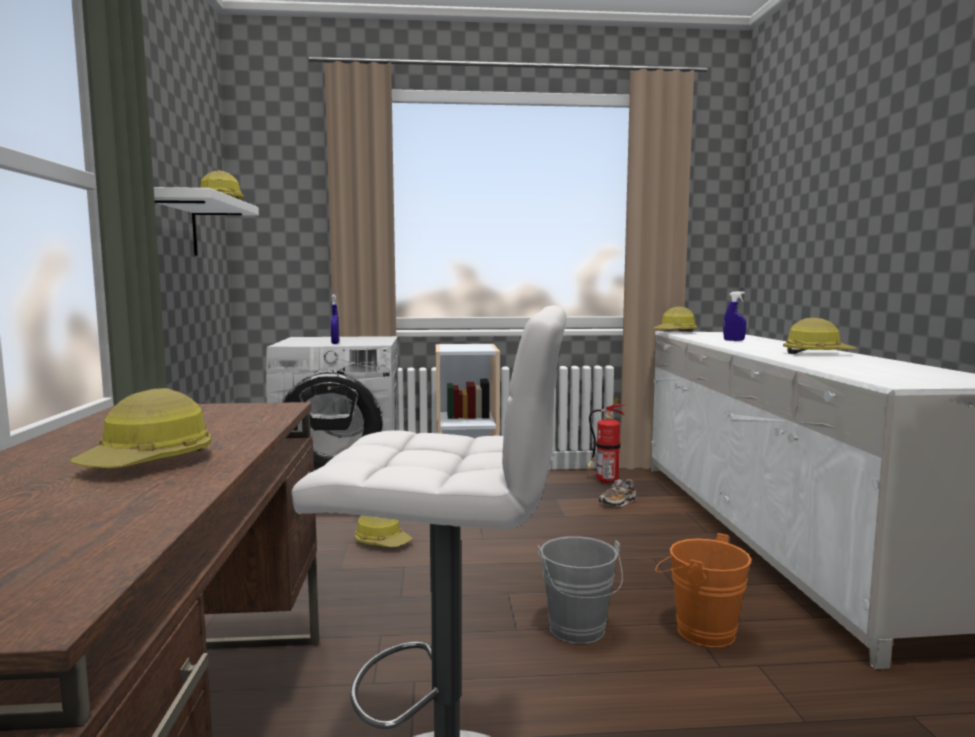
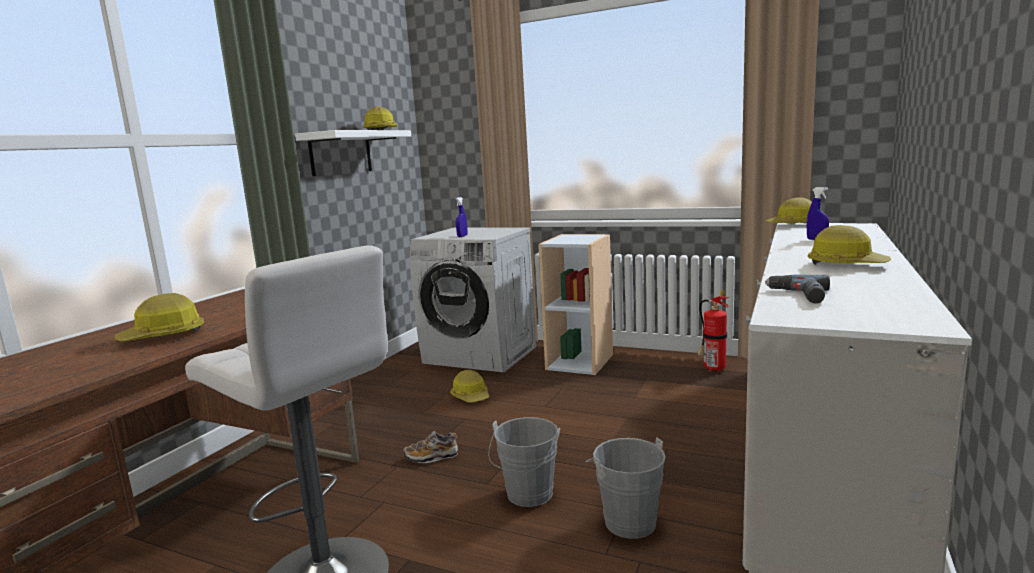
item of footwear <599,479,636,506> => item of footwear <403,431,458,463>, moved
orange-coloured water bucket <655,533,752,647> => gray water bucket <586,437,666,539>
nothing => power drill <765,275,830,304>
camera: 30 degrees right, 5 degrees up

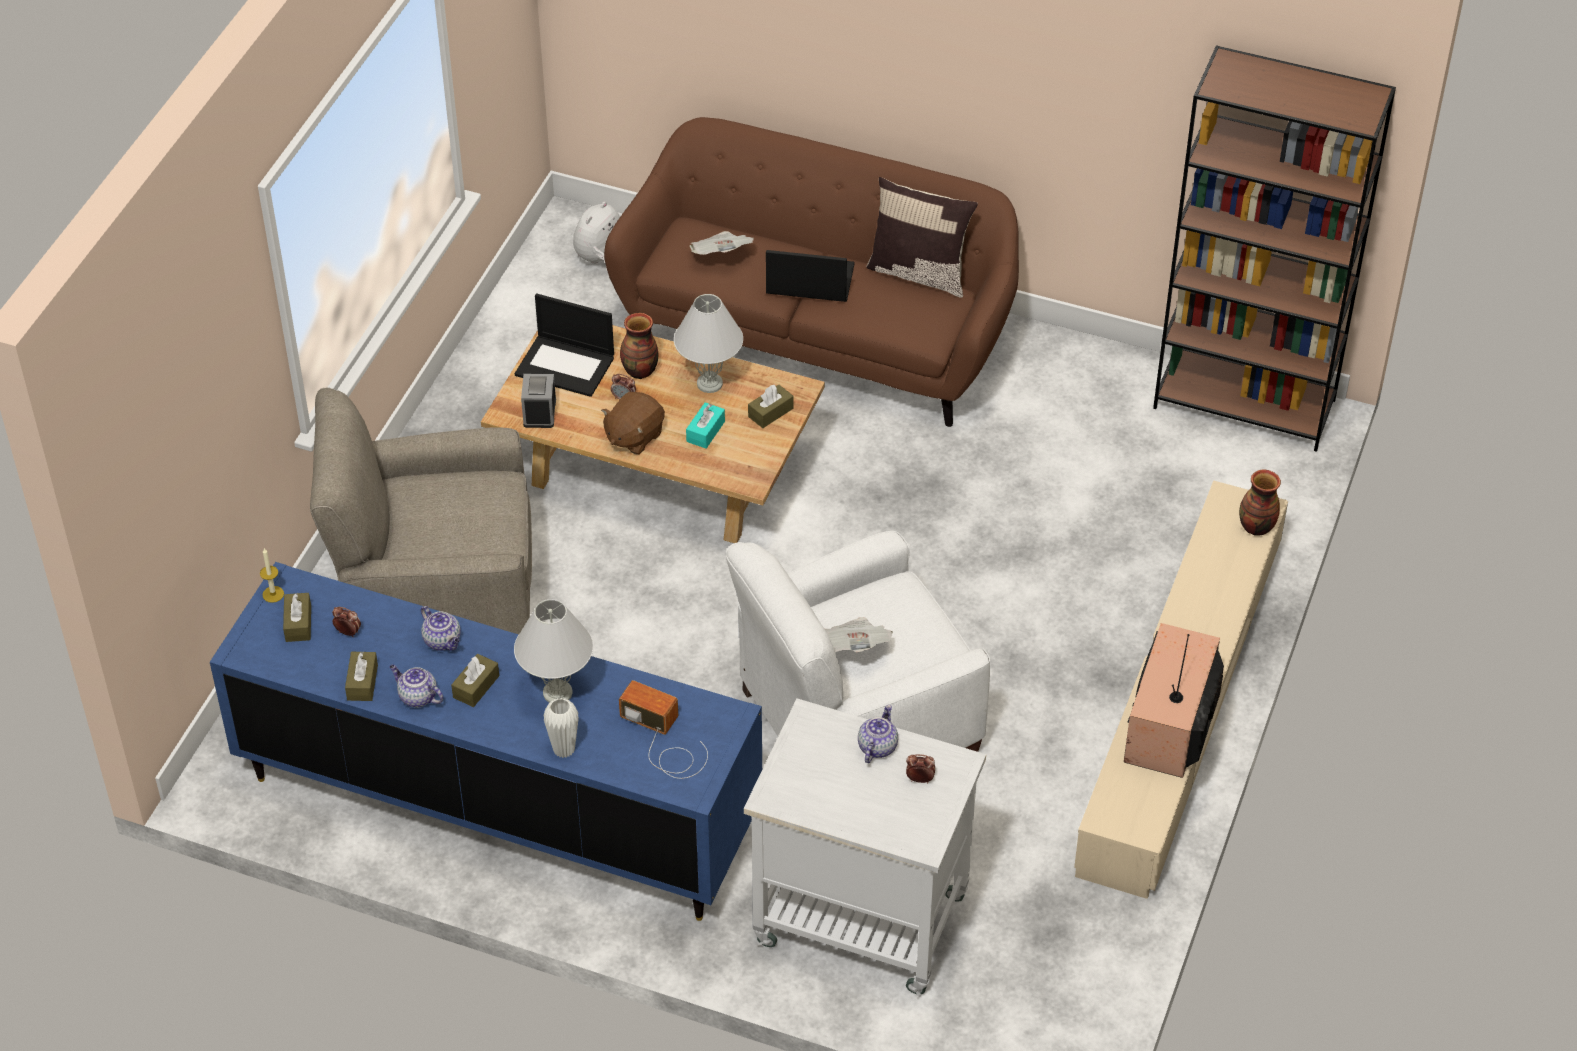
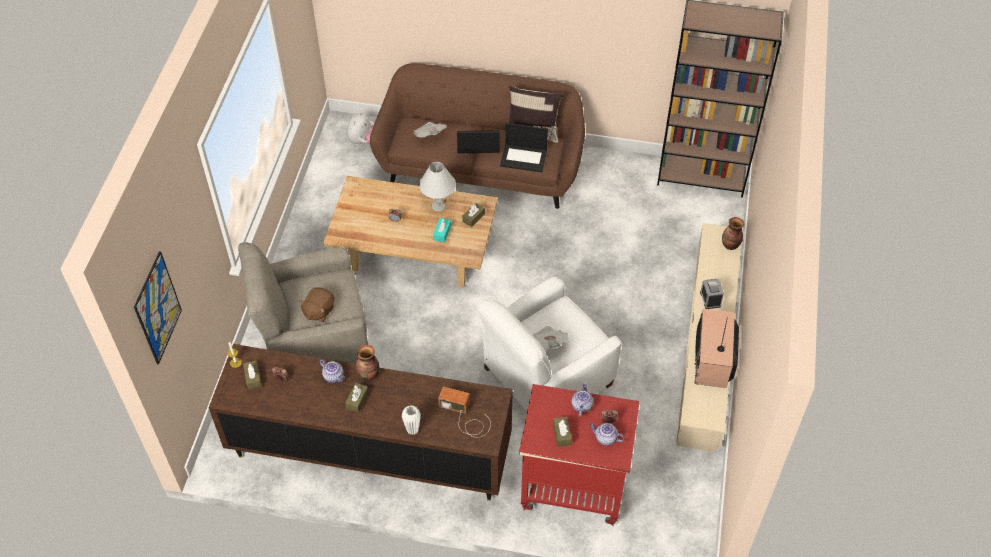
portable computer <515,293,614,397> => portable computer <500,123,548,172>, moved
flower vase <620,313,659,379> => flower vase <356,345,380,381>, moved
bedside clock <521,374,556,428> => bedside clock <700,279,724,309>, moved
brownish soft toy <601,392,665,455> => brownish soft toy <299,287,335,322>, moved
bluish storage cabinet <210,562,762,921> => brownish storage cabinet <209,344,513,501>
white tabletop lamp <514,599,593,703> => nothing
brownish tissue box <345,652,378,701> => brownish tissue box <553,417,572,447>, moved
teapot <389,665,443,708> => teapot <590,423,624,446>, moved
white wheeled cart <744,698,986,997> => red-coloured wheeled cart <519,384,640,526>
nothing => wall art <134,251,182,365>
camera: 10 degrees left, 5 degrees up

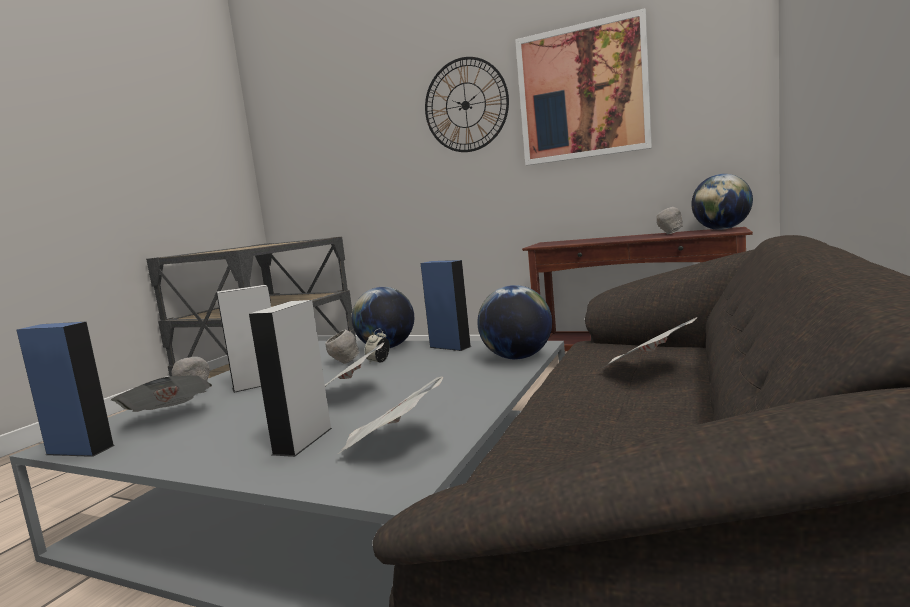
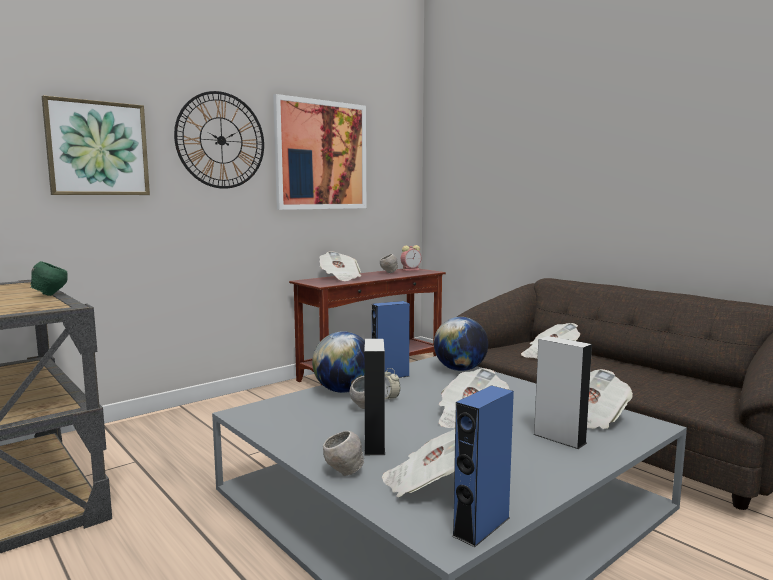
world globe <691,174,753,230> => bedside clock <401,245,421,271>
nothing => wall art <42,95,150,195>
nothing => newspaper <319,251,362,281>
nothing => green serving bowl <31,261,68,296>
camera: 65 degrees left, 0 degrees up

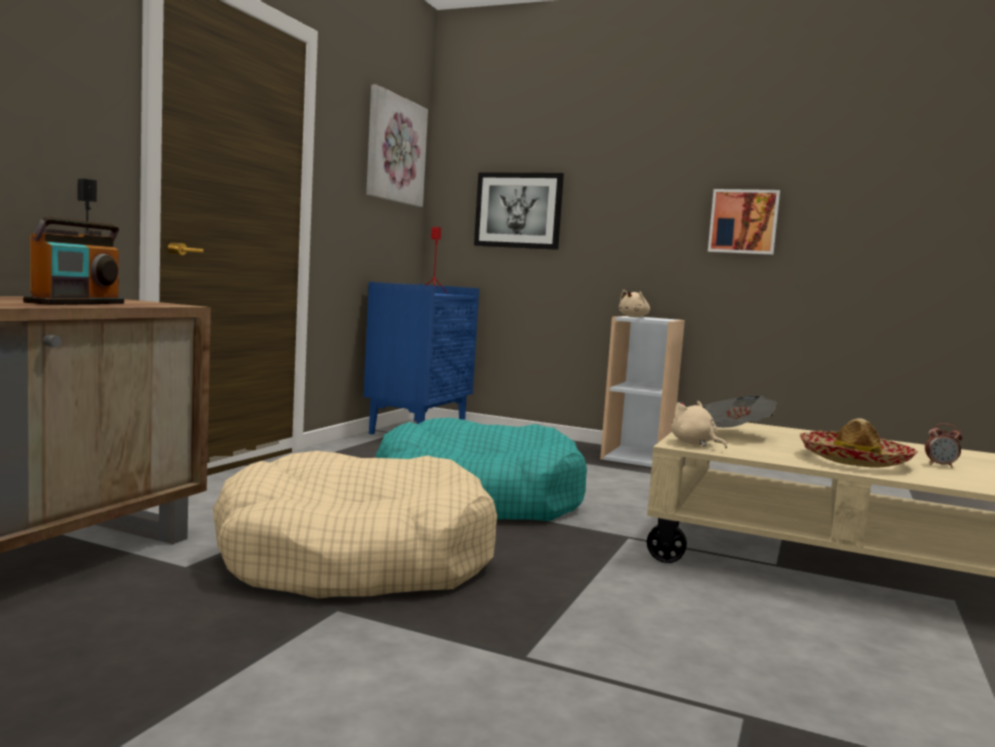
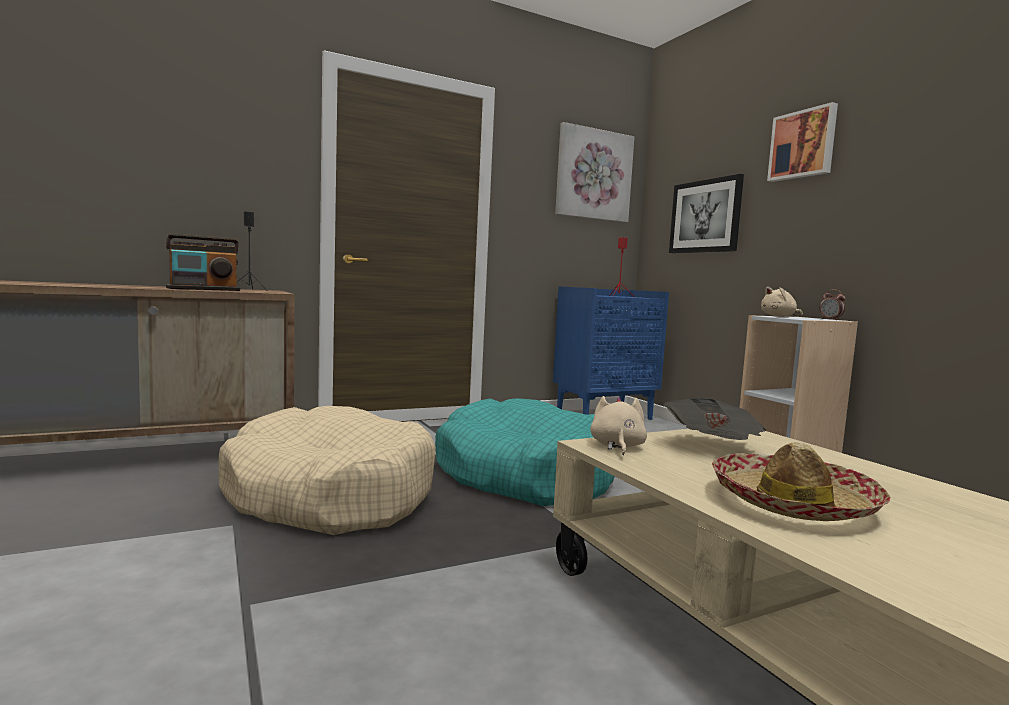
wall art <708,189,780,255> => wall art <767,102,838,182>, moved
bedside clock <925,423,963,468> => bedside clock <820,290,845,320>, moved
camera: 40 degrees right, 0 degrees up

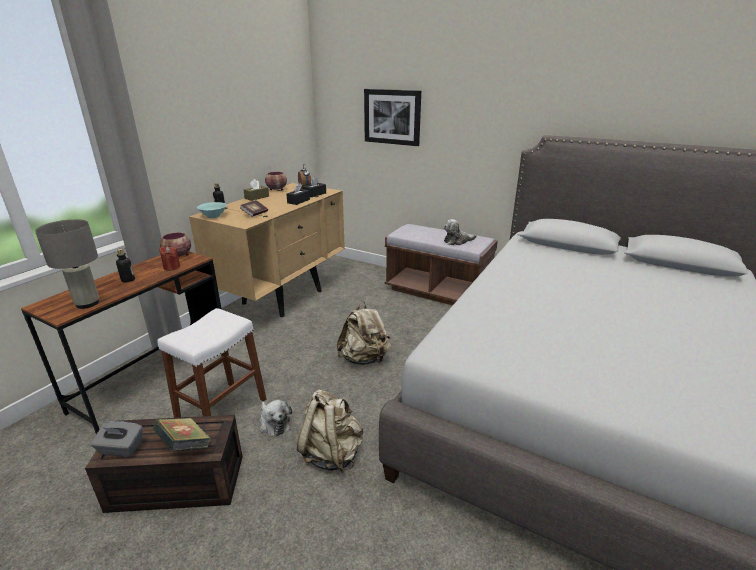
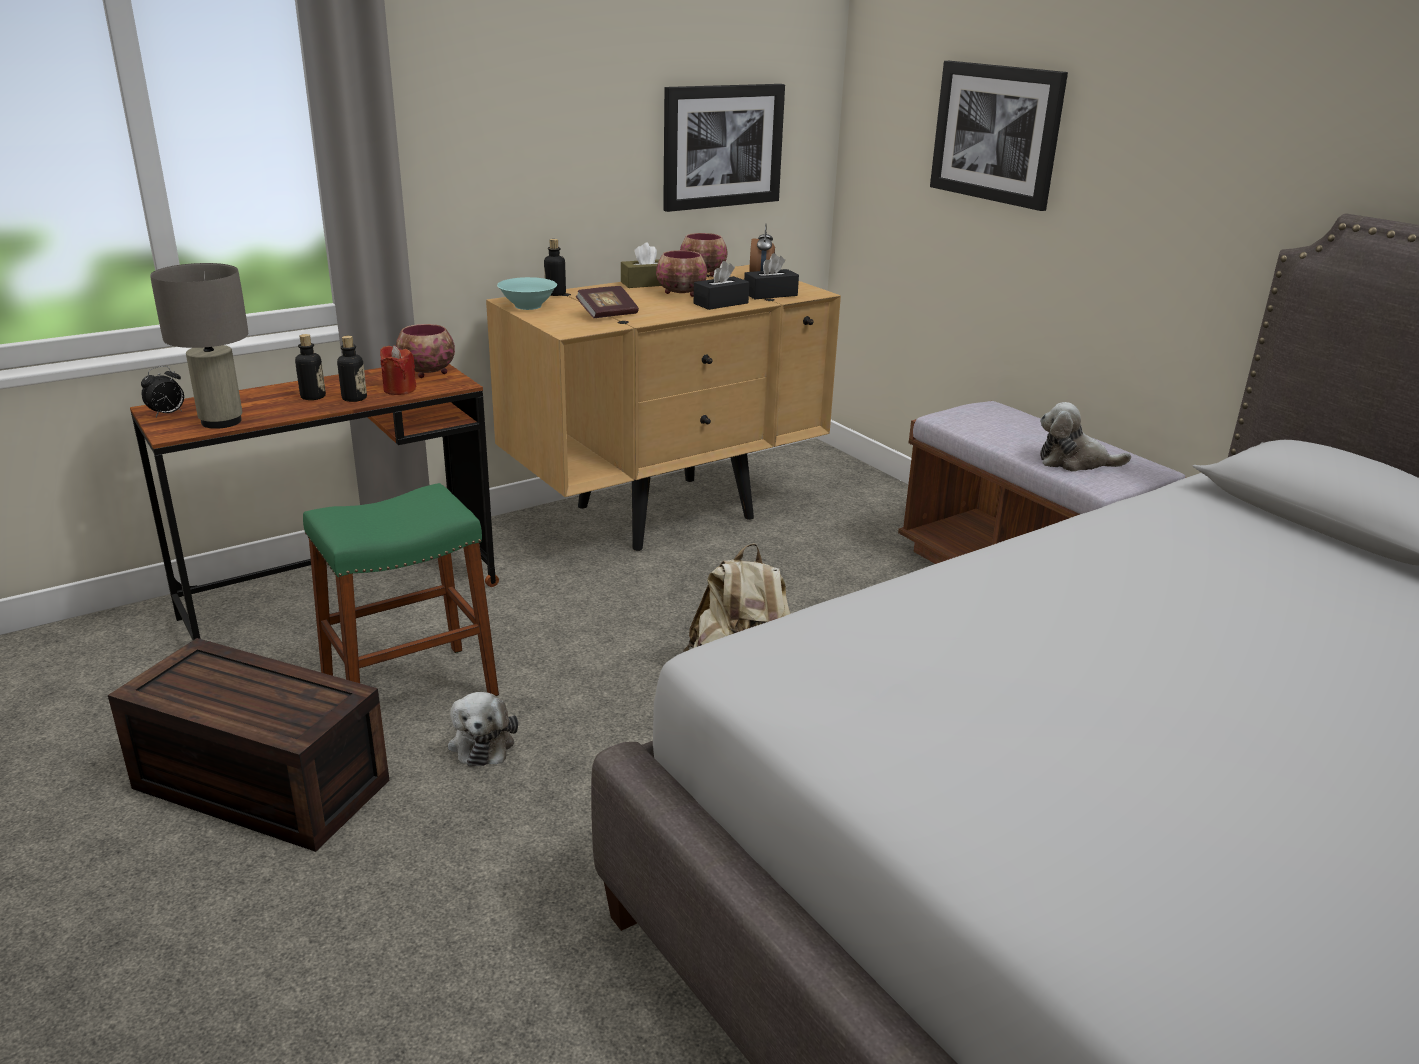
white stool seat <158,308,266,418> => green stool seat <303,483,499,696>
beige-coloured backpack <297,389,363,473> => nothing
volume <153,418,211,451> => nothing
gray tissue box <91,421,142,457> => nothing
nothing => wall art <663,84,785,212>
nothing => serving bowl <656,250,707,297>
nothing => bottle <337,336,367,402>
nothing => bedside clock <141,366,184,417>
camera: 25 degrees right, 0 degrees up

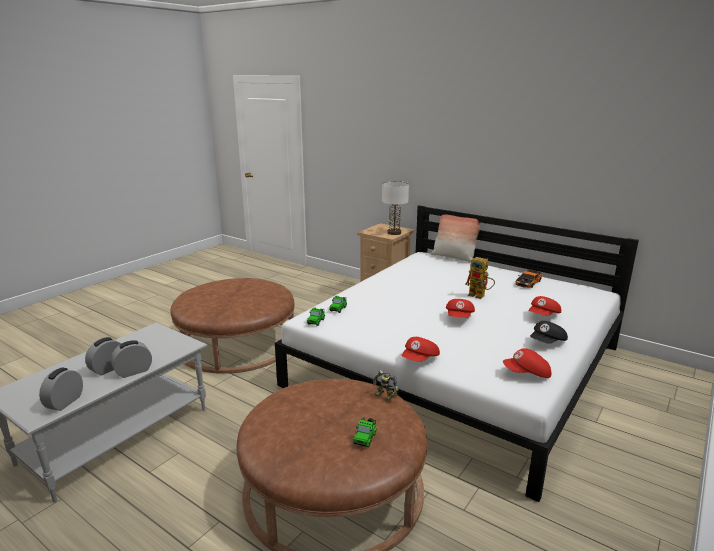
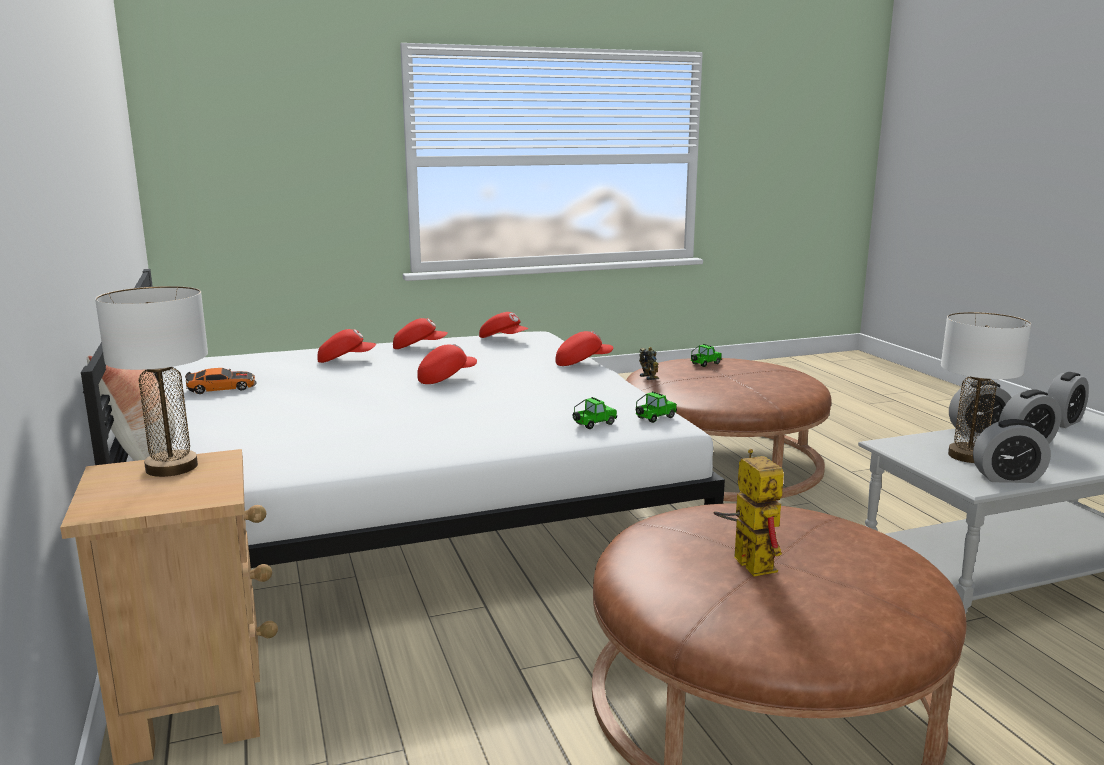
toy robot <465,257,495,299> => toy robot <714,449,784,576>, moved
black baseball cap <530,321,568,344> => red-coloured baseball cap <393,318,448,349>
nothing => tabletop lamp <941,312,1031,463>
nothing => bedside clock <973,419,1051,483>
camera: 145 degrees left, 5 degrees down

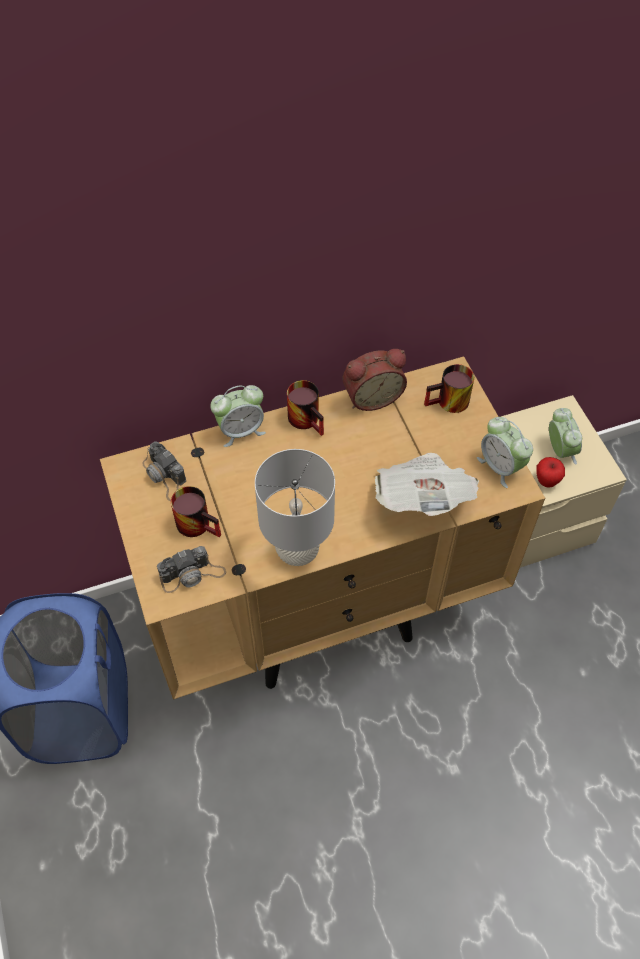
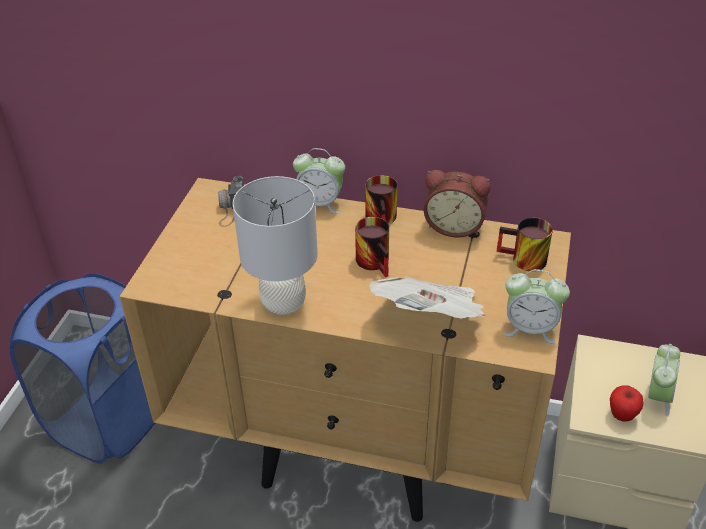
bedside clock <477,417,533,488> => bedside clock <503,269,570,343>, 75 degrees counterclockwise
tea mug <171,486,221,537> => tea mug <355,217,389,277>, moved
photo camera <157,546,226,593> => nothing
camera: 35 degrees right, 15 degrees down

